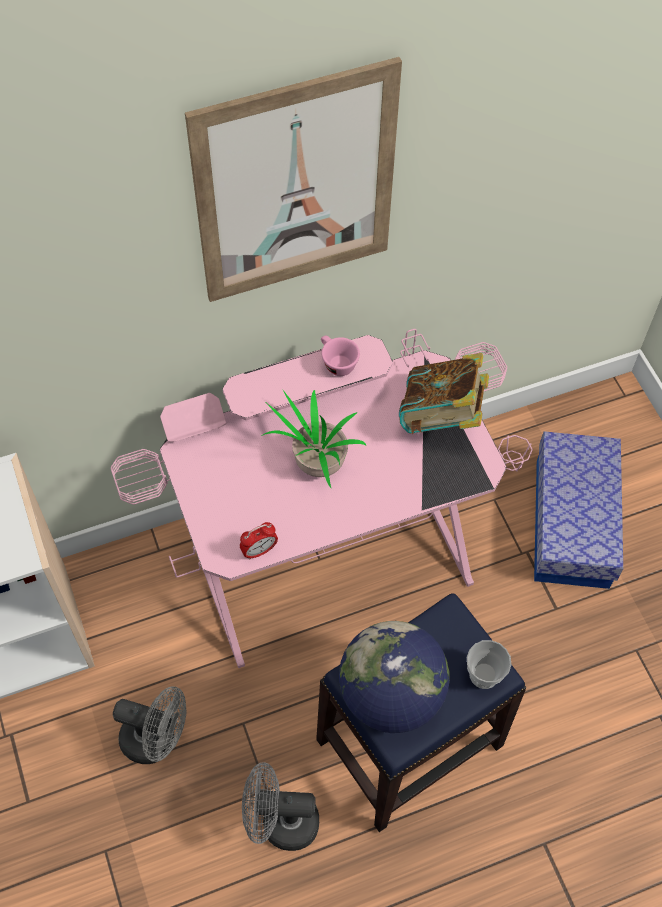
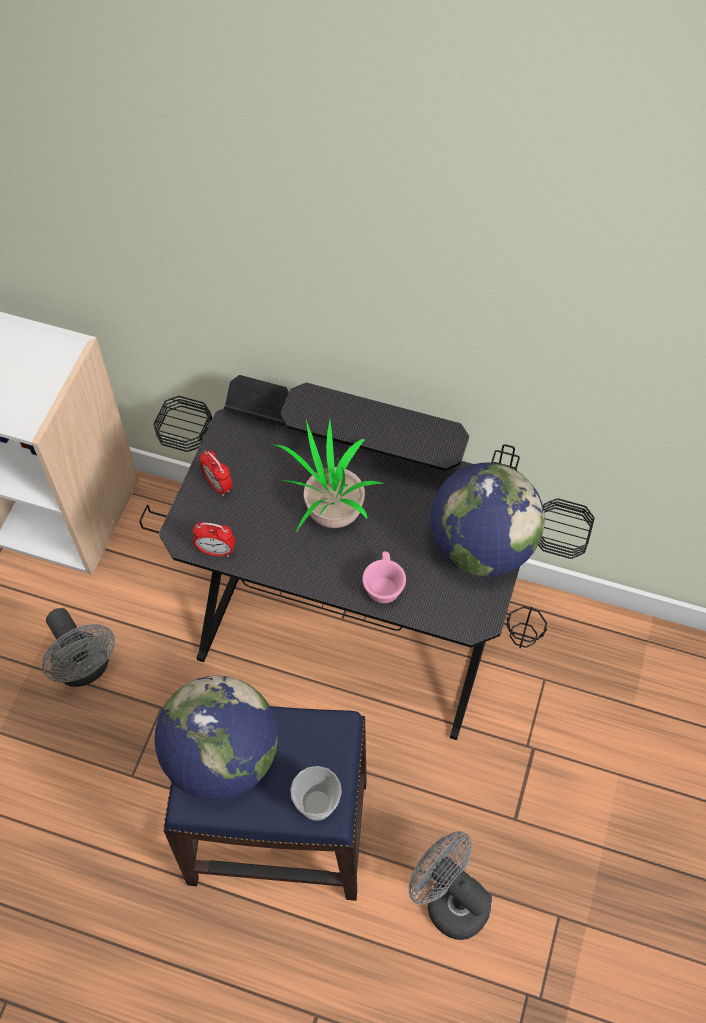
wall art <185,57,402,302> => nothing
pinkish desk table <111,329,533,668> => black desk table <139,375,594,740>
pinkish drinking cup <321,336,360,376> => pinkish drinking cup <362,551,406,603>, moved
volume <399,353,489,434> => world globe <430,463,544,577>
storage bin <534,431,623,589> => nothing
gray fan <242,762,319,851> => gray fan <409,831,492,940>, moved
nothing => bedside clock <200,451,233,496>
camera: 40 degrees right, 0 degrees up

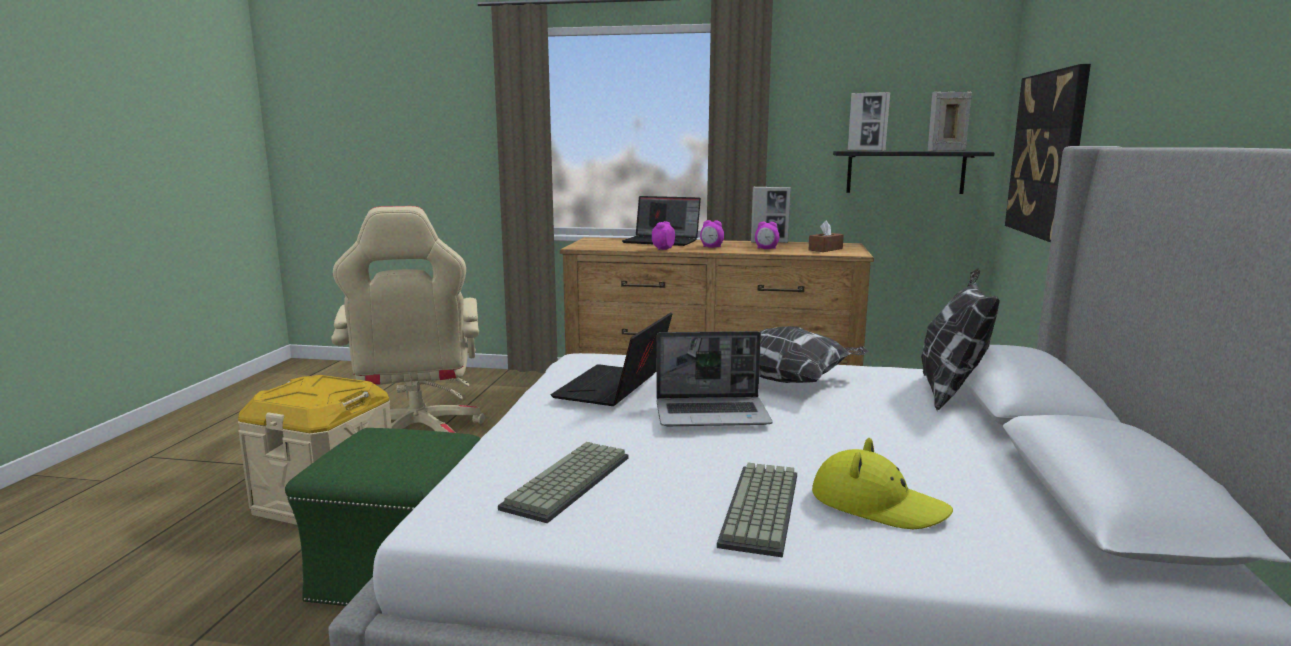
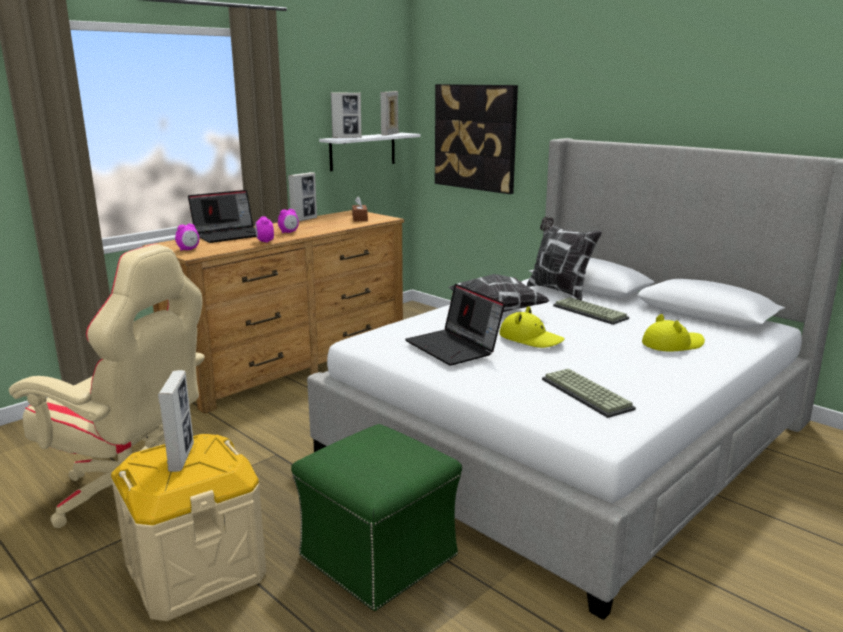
black wall shelf <833,151,995,194> => white wall shelf <319,133,421,171>
bedside clock <755,221,779,249> => bedside clock <175,223,199,251>, moved
portable computer <656,331,773,426> => yellow-coloured hat <499,306,565,348>
computer keyboard <717,463,797,558> => computer keyboard <553,297,629,325>, moved
nothing => picture frame <158,370,194,472>
camera: 55 degrees left, 5 degrees up

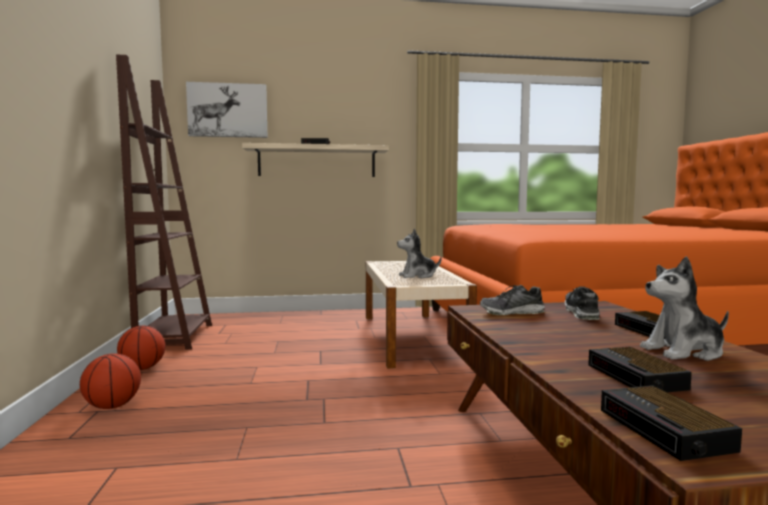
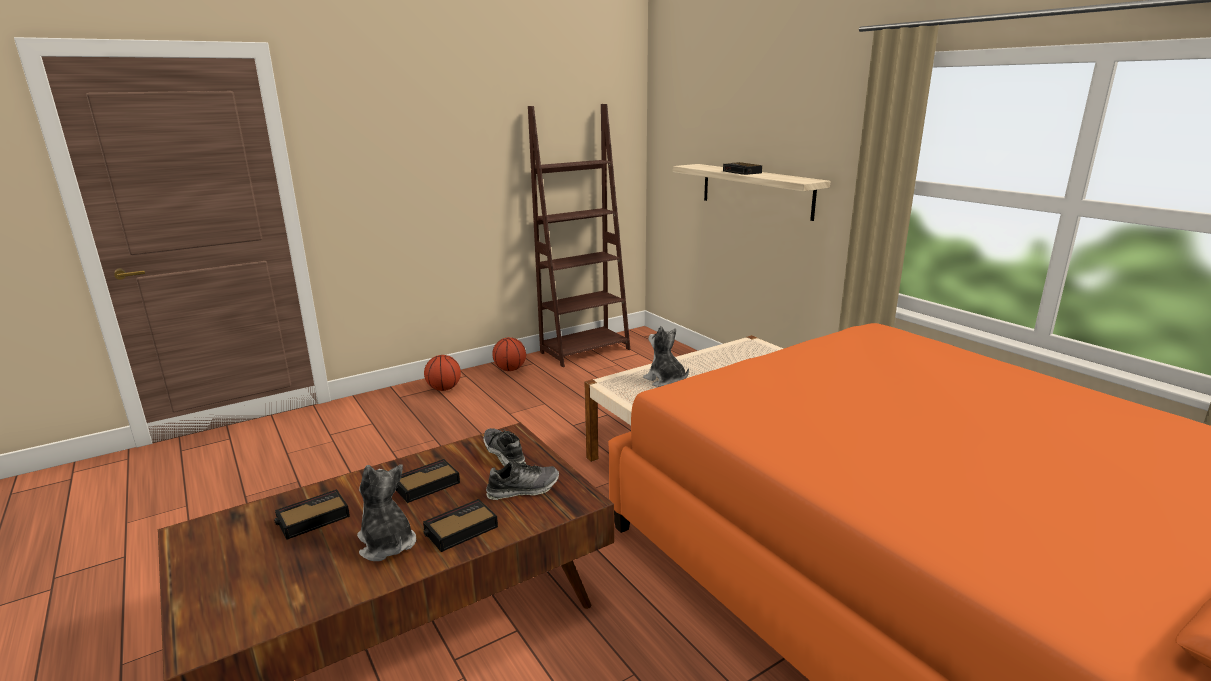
wall art <186,82,268,138> => nothing
bedside clock <601,385,742,461> => bedside clock <395,459,460,503>, moved
camera: 65 degrees right, 15 degrees up

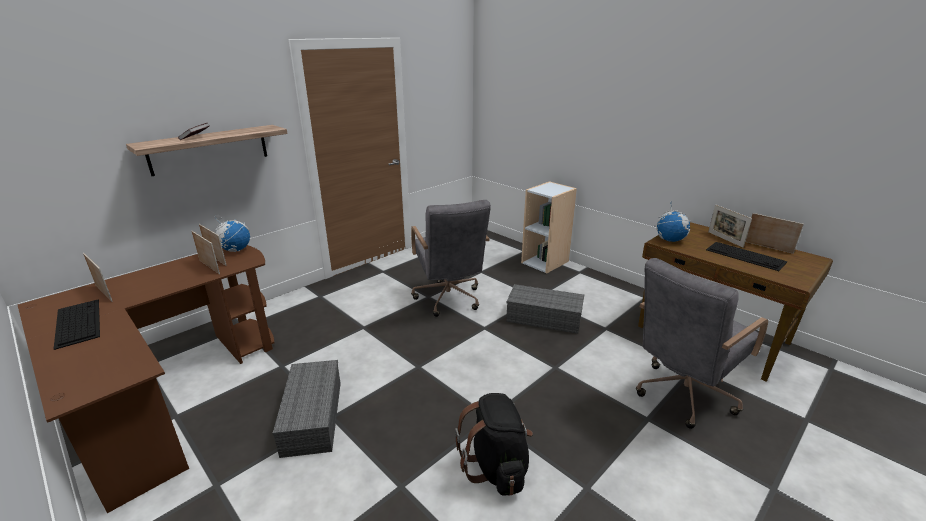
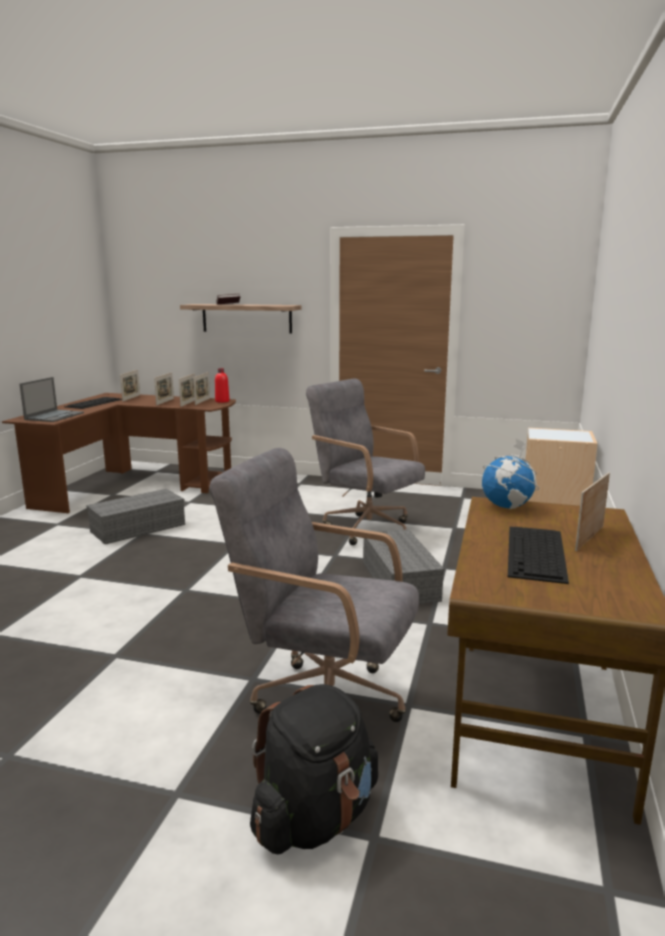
gray computer chair <411,200,491,317> => gray computer chair <306,379,425,545>, 90 degrees clockwise
picture frame <745,213,804,254> => picture frame <154,372,174,405>, moved
world globe <214,214,250,252> => red-coloured bottle <215,368,230,403>
black backpack <455,393,533,496> => black backpack <250,684,378,854>, moved
nothing => portable computer <19,377,84,422>
camera: 60 degrees right, 10 degrees down

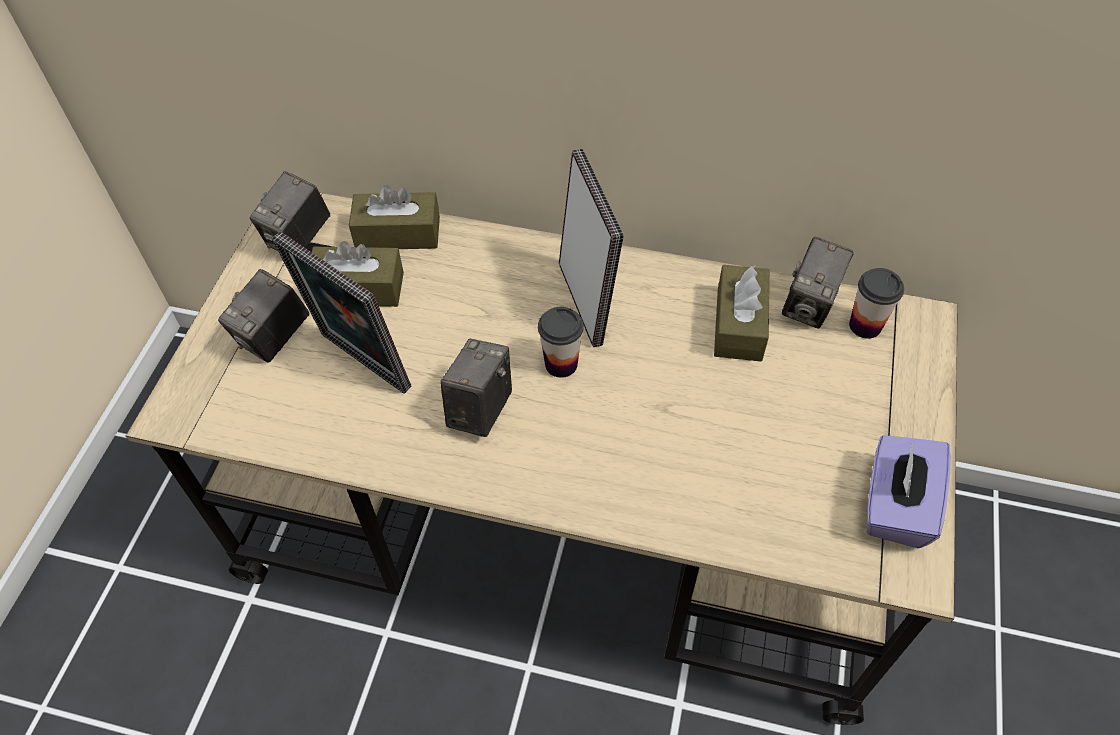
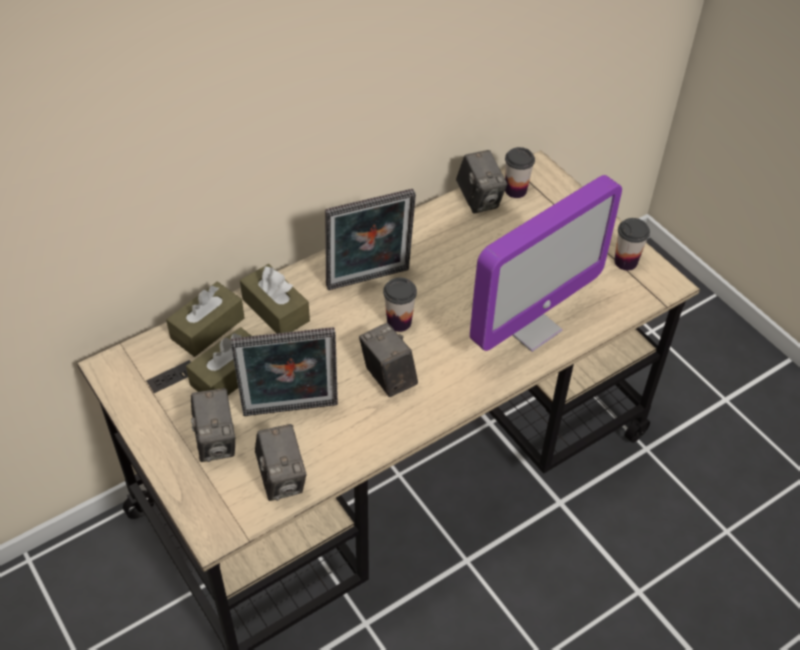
picture frame <559,149,624,347> => picture frame <325,189,416,290>, 135 degrees clockwise
photo camera <250,171,330,251> => photo camera <255,424,306,501>, moved
brownish tissue box <714,265,770,361> => brownish tissue box <240,264,310,333>, moved
purple-coloured tissue box <867,435,951,548> => drinking cup <614,218,650,271>
nothing => computer screen <470,175,622,352>
camera: 50 degrees left, 5 degrees down

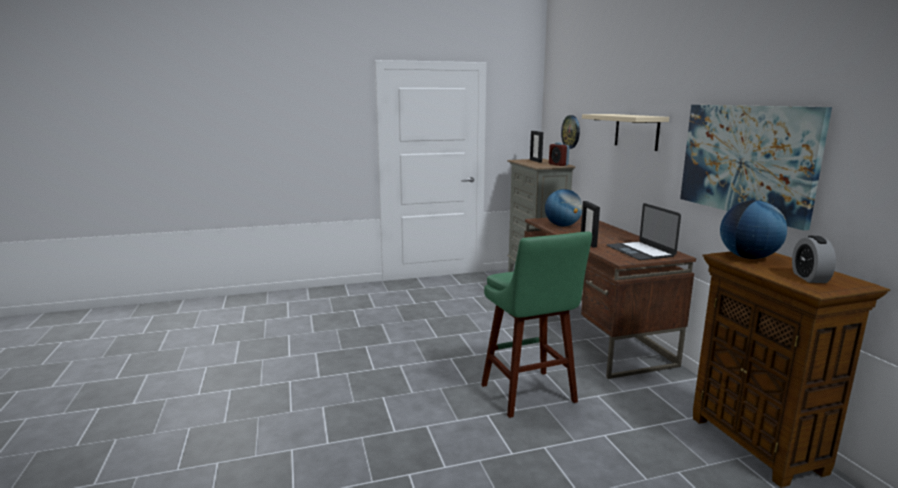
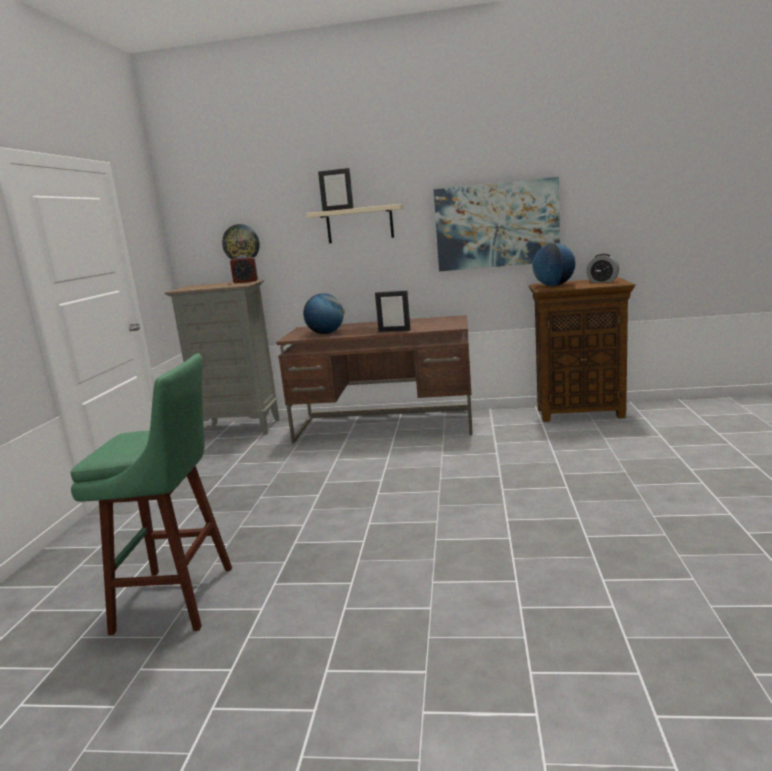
picture frame <530,131,543,163> => picture frame <318,168,353,211>, moved
portable computer <607,203,681,260> => nothing
green stool seat <481,231,592,418> => green stool seat <70,353,232,635>, moved
camera: 65 degrees left, 0 degrees up

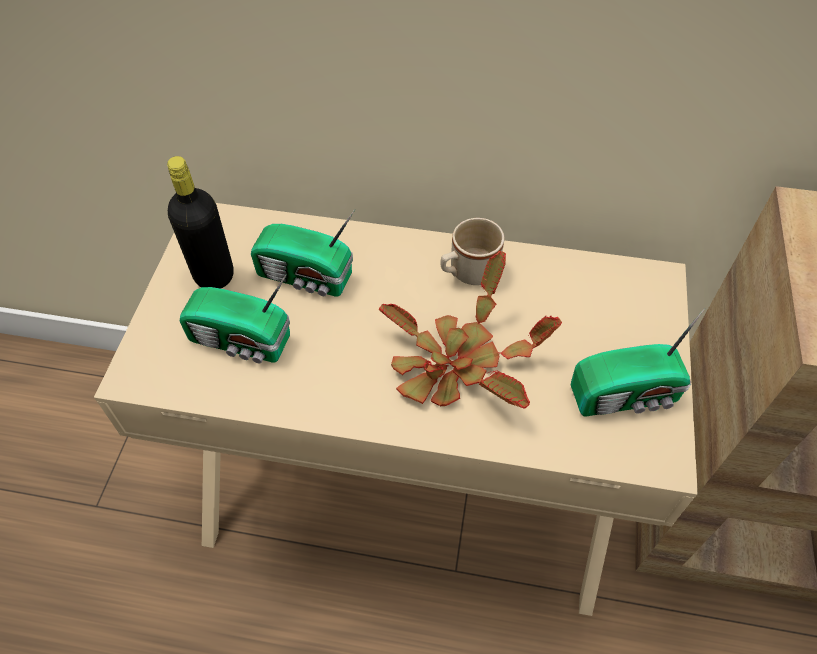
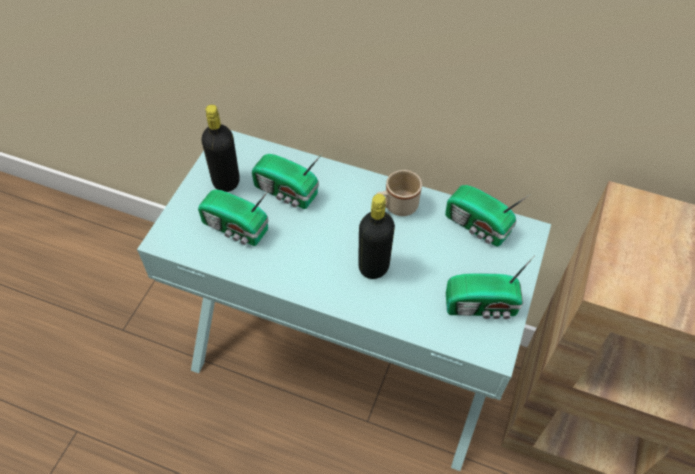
beige-coloured desk table <94,203,698,616> => blue-green desk table <137,130,551,471>
houseplant <378,251,562,408> => black bottle <358,194,395,279>
nothing => radio receiver <445,185,531,247>
camera: 10 degrees right, 0 degrees up

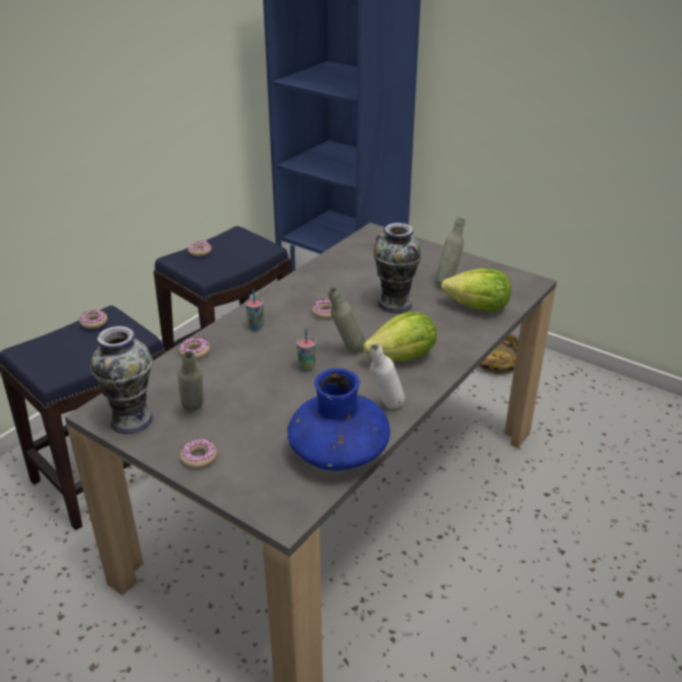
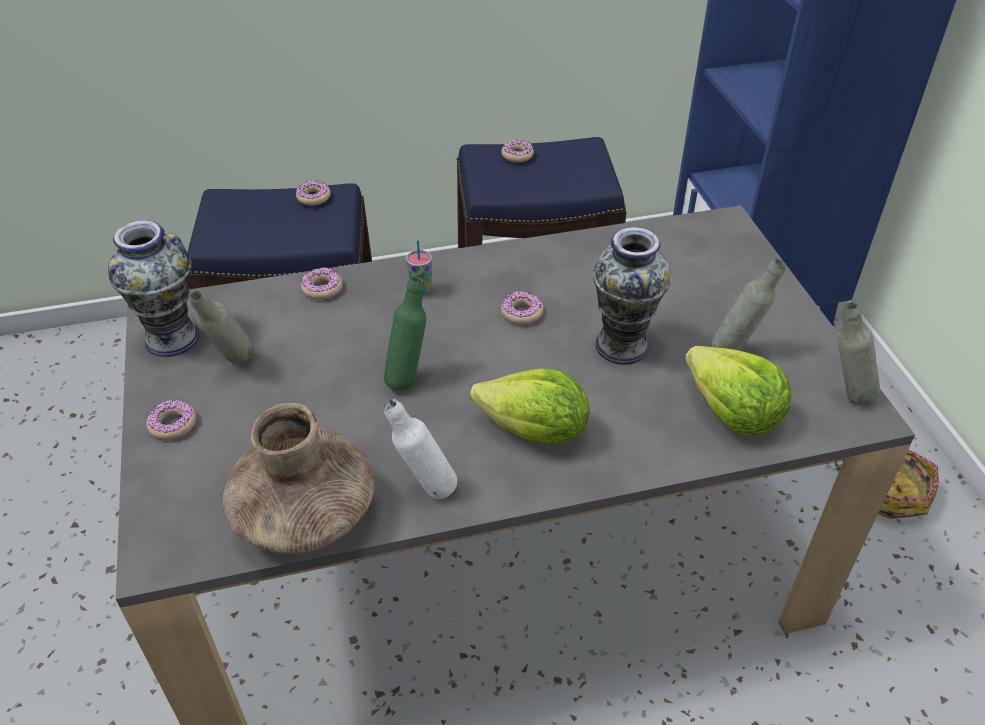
gray bottle <328,288,366,353> => gray bottle <838,302,880,405>, moved
drinking cup <297,328,316,372> => green bottle <384,277,426,390>
bluish flower vase <287,368,390,471> => brownish flower vase <222,403,374,554>
camera: 40 degrees right, 10 degrees up

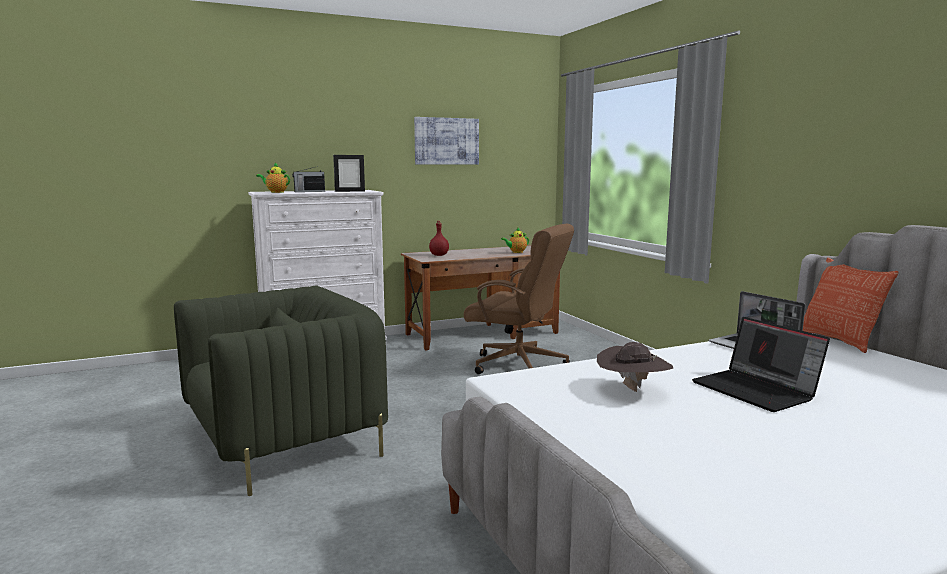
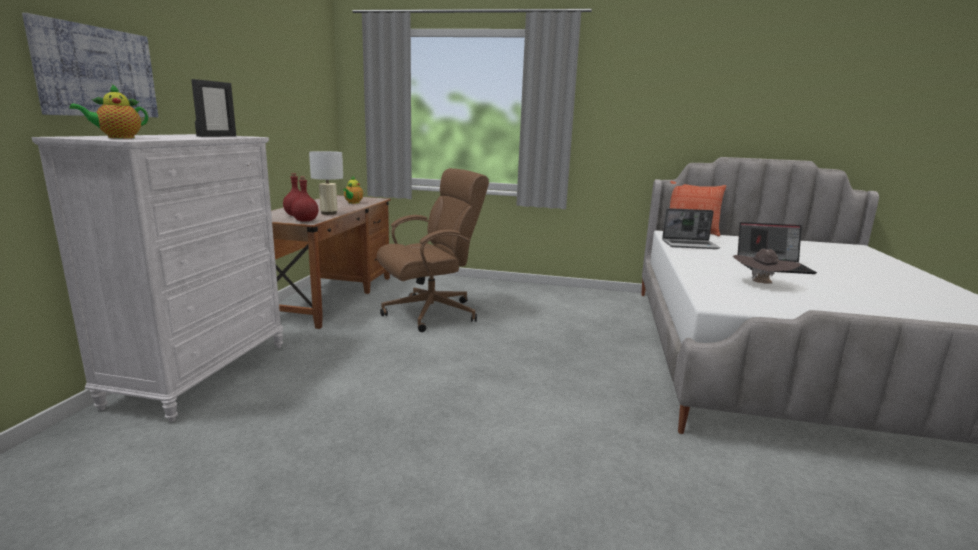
wall art <414,117,479,165> => wall art <22,13,158,117>, moved
radio receiver <292,166,325,192> => nothing
green lounge chair <174,286,388,496> => nothing
nothing => white tabletop lamp <309,151,343,215>
nothing => red-coloured bottle <291,176,318,222>
camera: 55 degrees left, 5 degrees up

